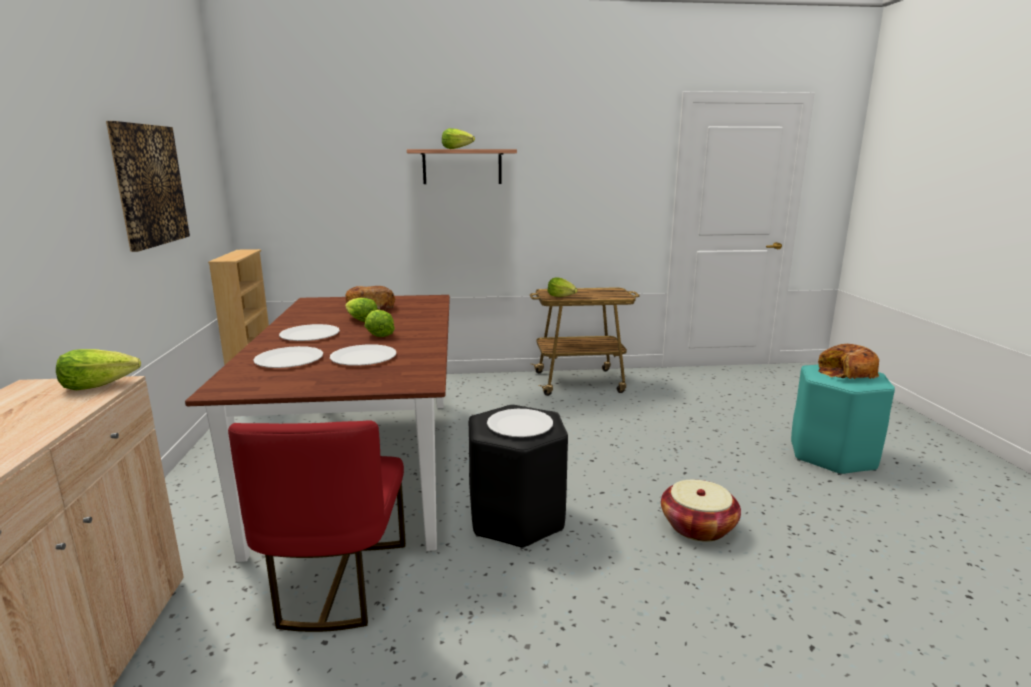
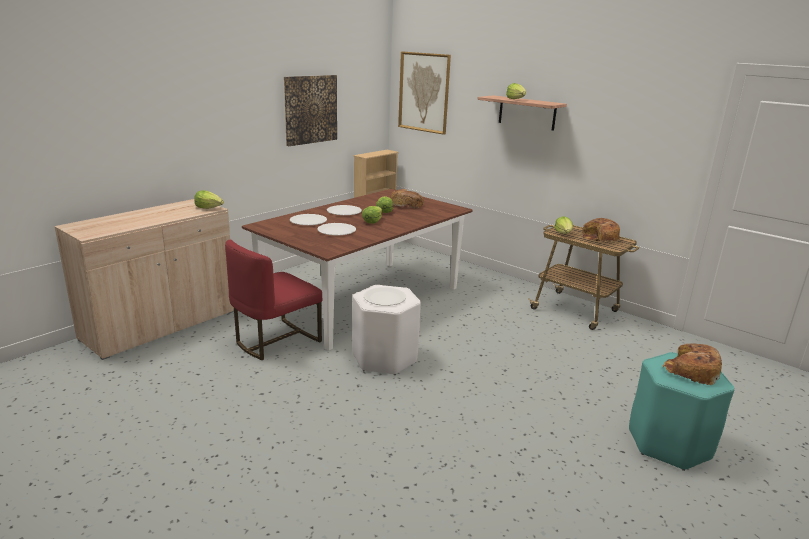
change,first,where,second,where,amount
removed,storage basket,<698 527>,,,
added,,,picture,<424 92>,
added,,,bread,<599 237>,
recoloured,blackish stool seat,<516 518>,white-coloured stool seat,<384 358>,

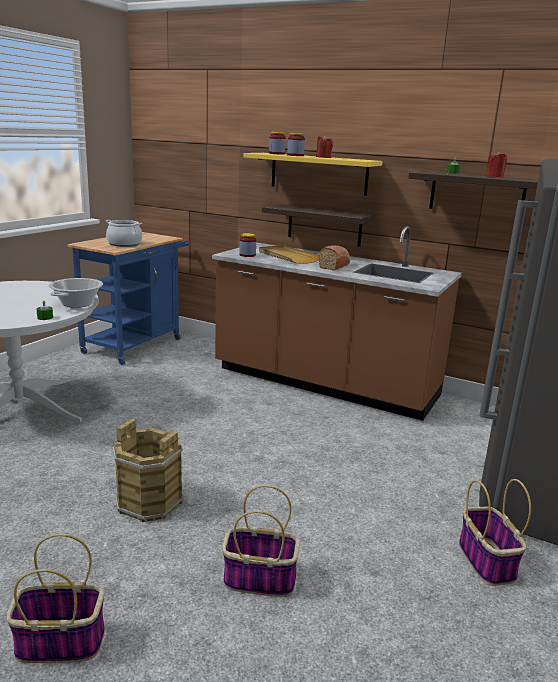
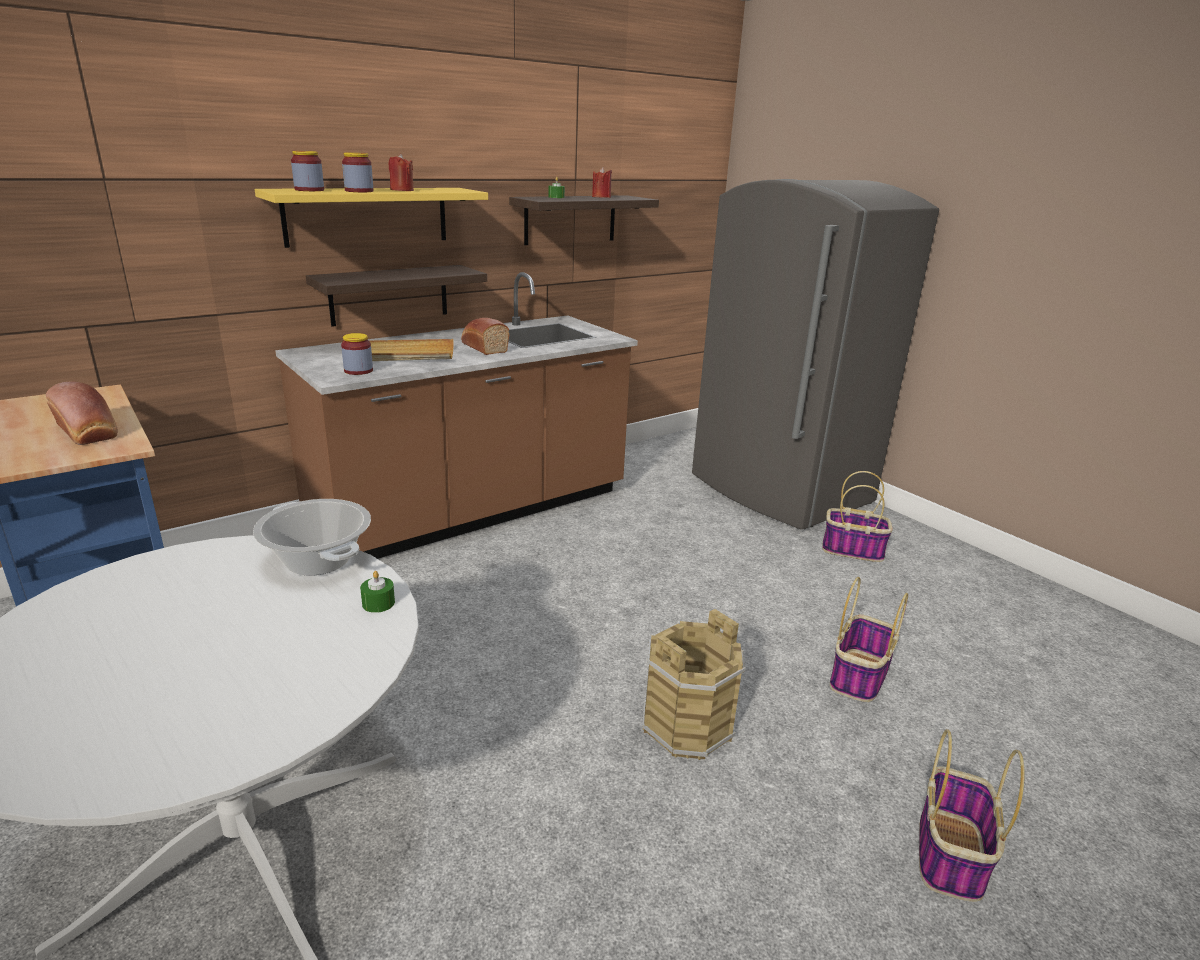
change,first,where,second,where,amount
replaced,cooking pot,<124 244>,bread,<88 432>,

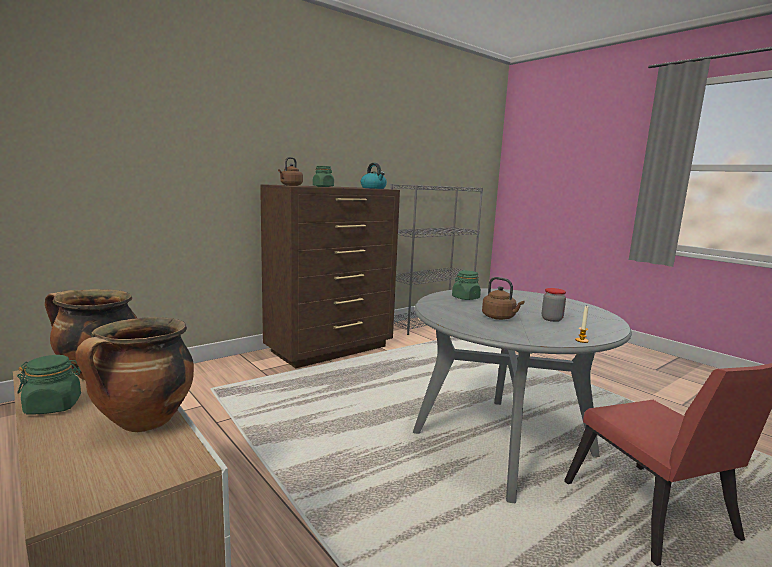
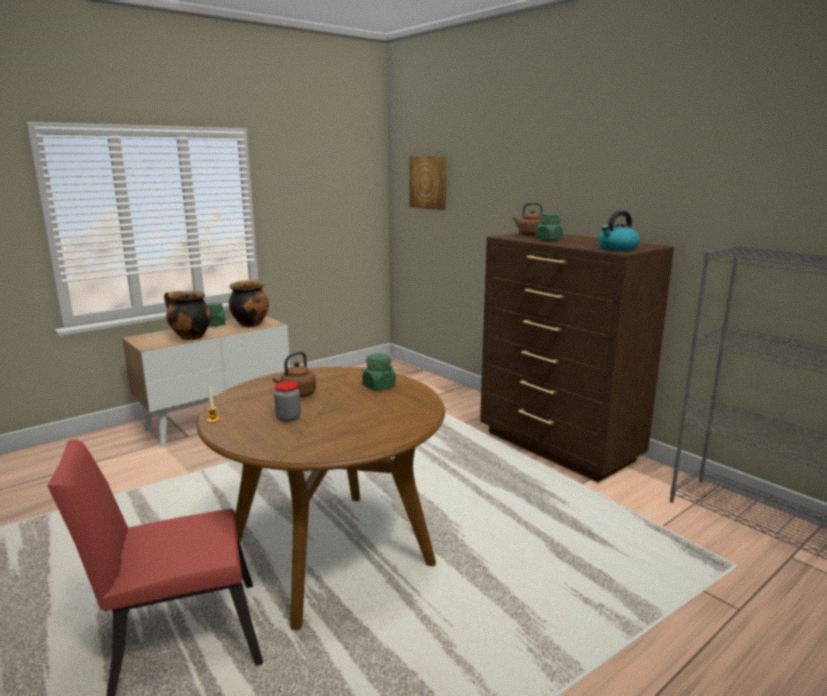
change,first,where,second,where,amount
added,,,picture,<429 182>,
recoloured,greyish dinner table,<502 443>,brown dinner table,<331 553>,

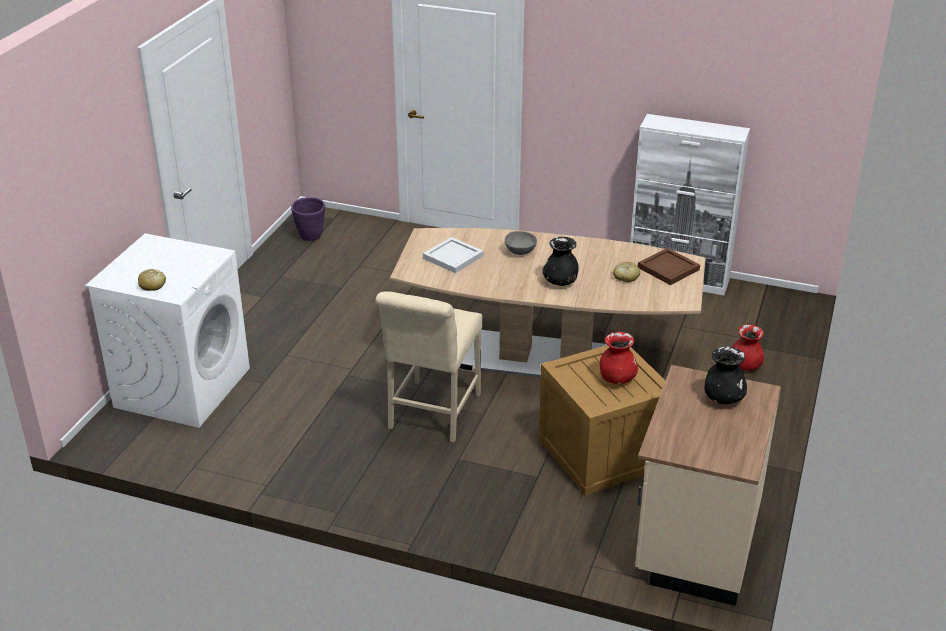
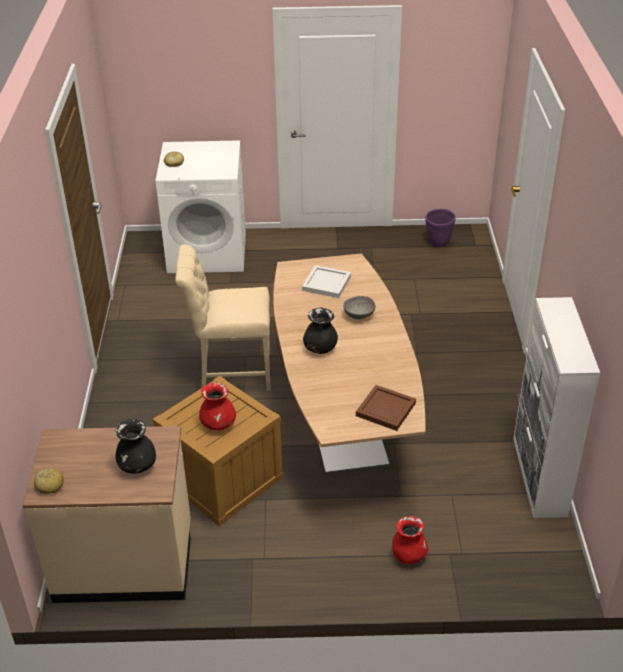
change,first,where,second,where,amount
moved,bread,<626 277>,,<50 485>,

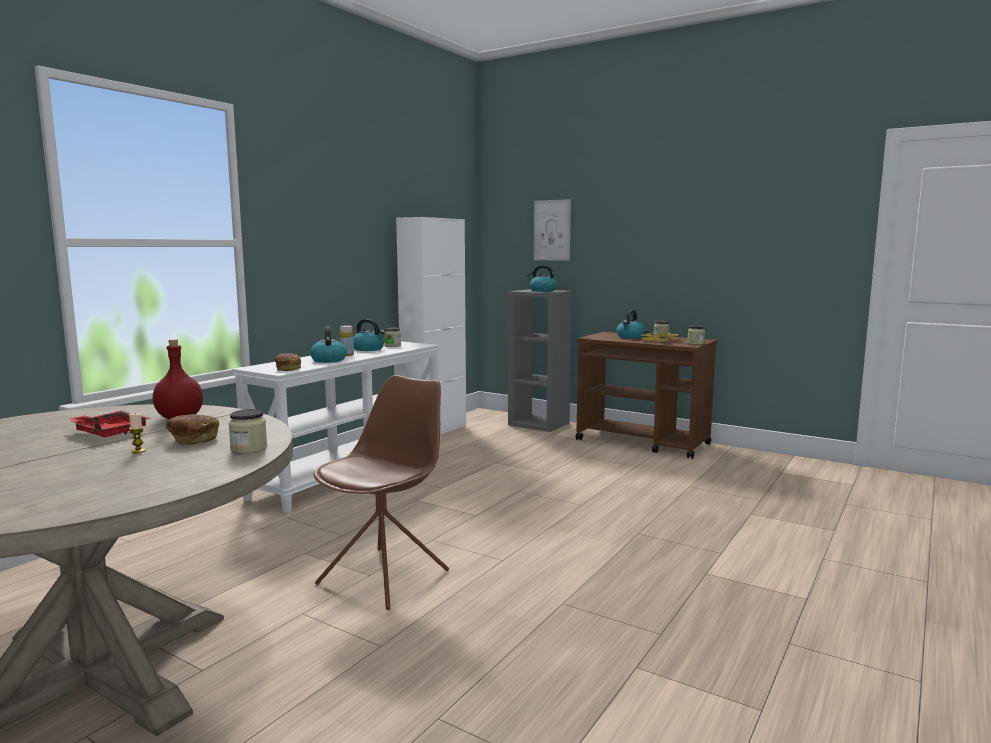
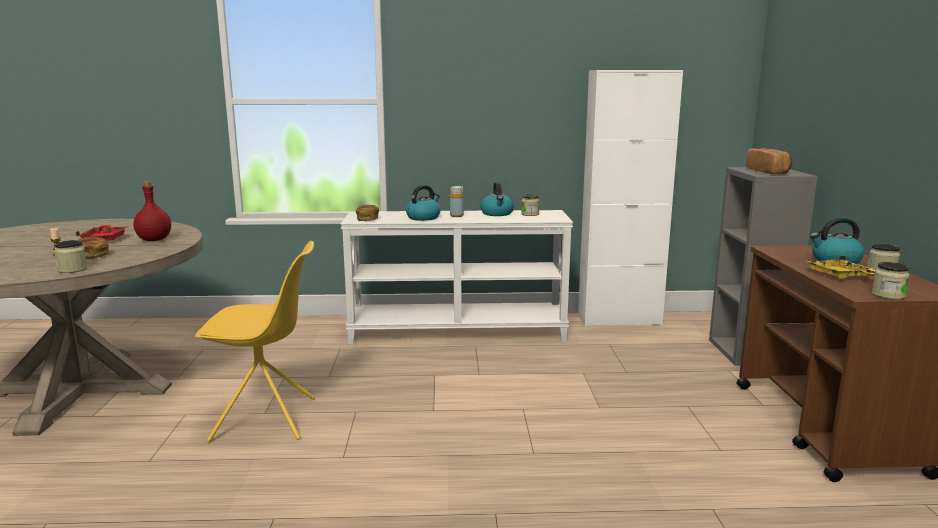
change,first,where,second,where,amount
removed,picture,<552 230>,,,
replaced,water kettle,<542 291>,bread,<768 171>,
recoloured,brown plain chair,<385 576>,yellow-coloured plain chair,<267 419>,

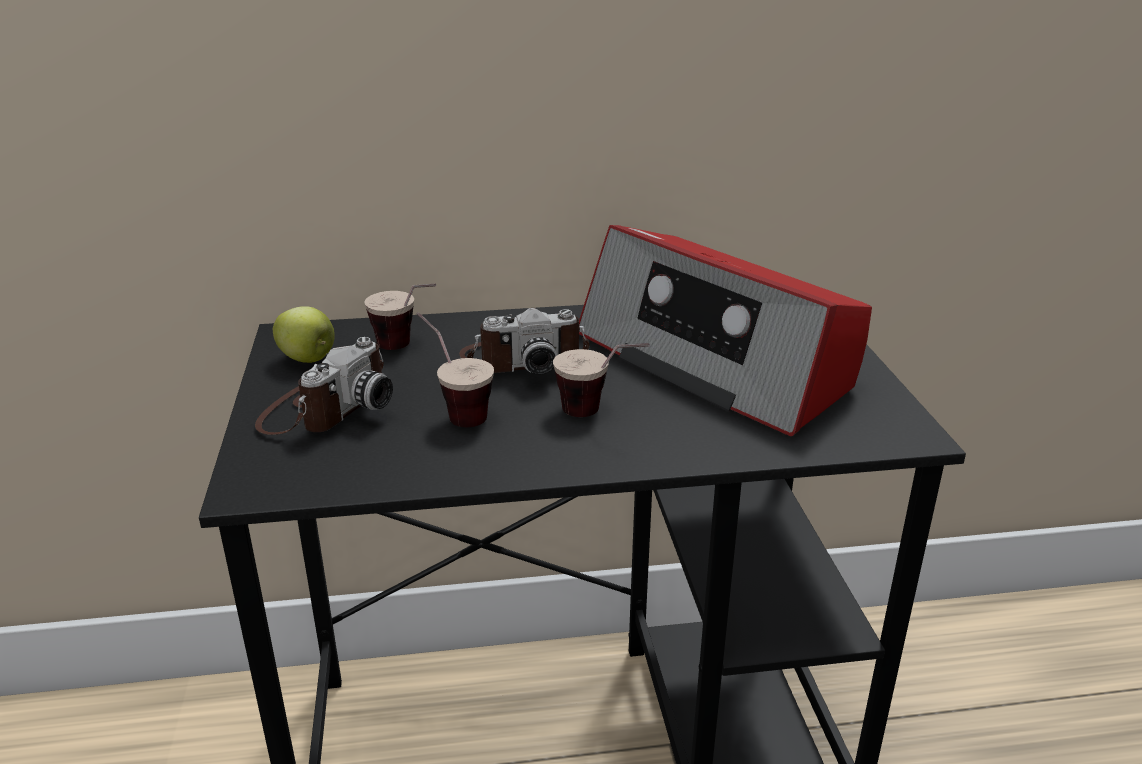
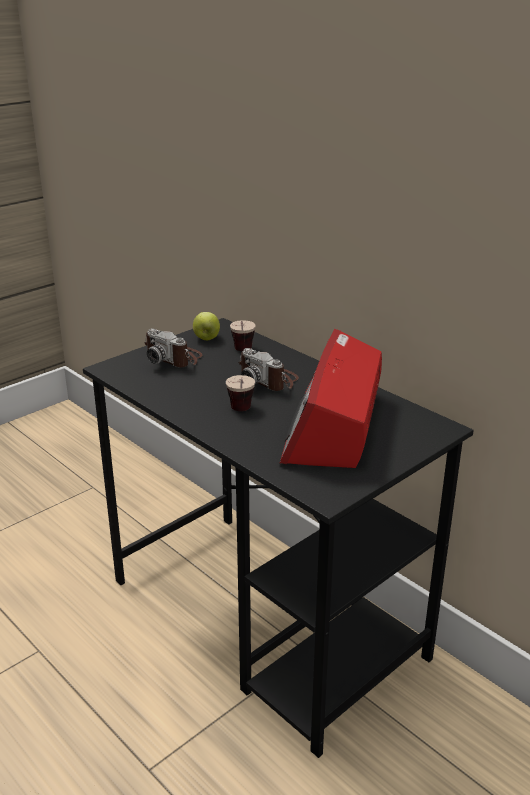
change,first,where,second,where,amount
removed,cup,<454 410>,,,
turned,still camera,<325 408>,,<174 357>,45 degrees clockwise

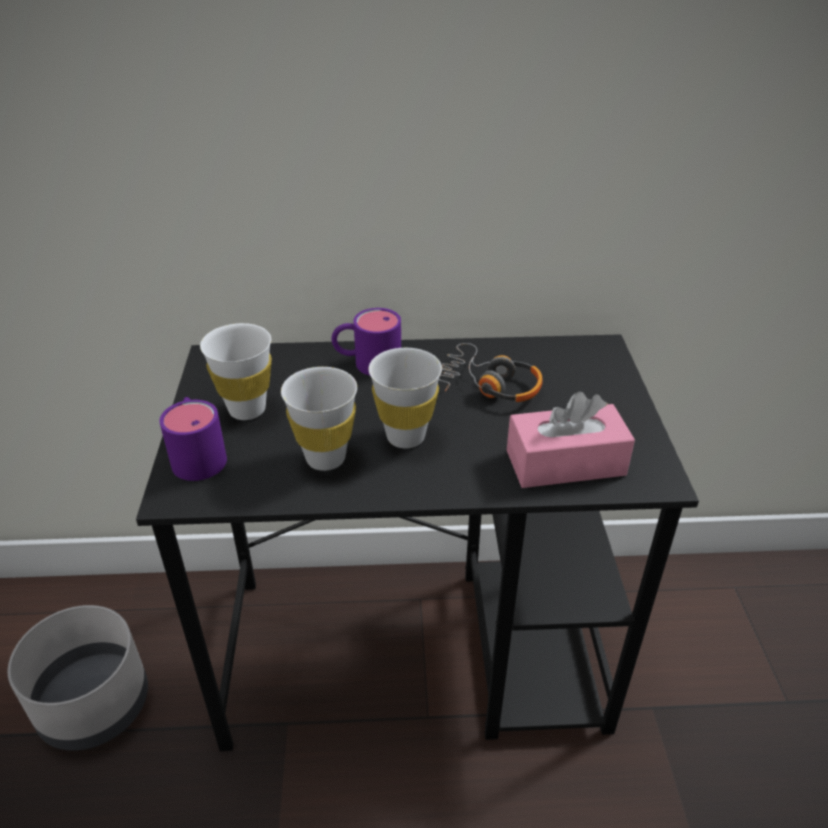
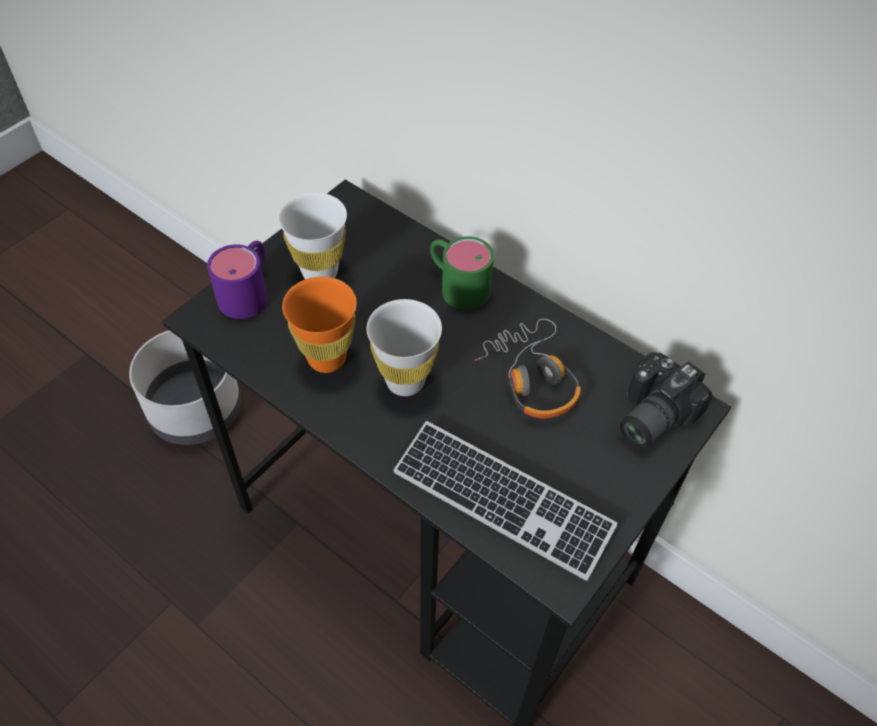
change,first,where,second,where,amount
added,,,still camera,<648 414>,
replaced,pink tissue holder,<565 463>,keyboard,<502 501>,
recoloured,white-coloured cup,<325 458>,orange-coloured cup,<327 358>,
recoloured,purple mug,<367 362>,green mug,<457 285>,

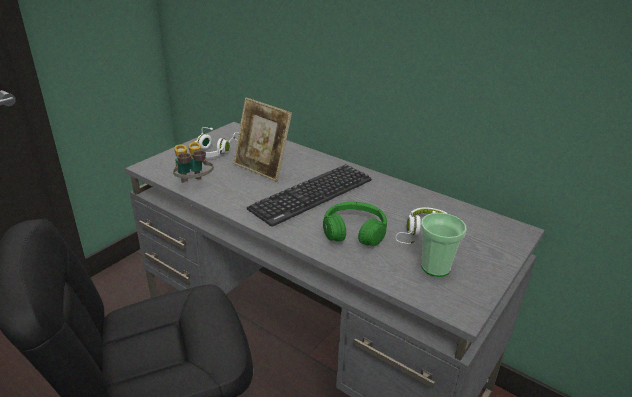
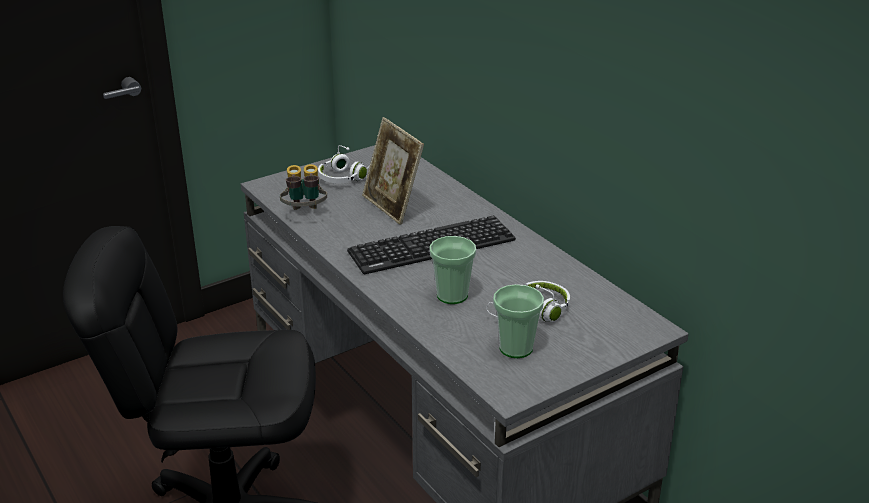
change,first,where,second,where,amount
replaced,green headphones,<354 232>,cup,<452 295>,

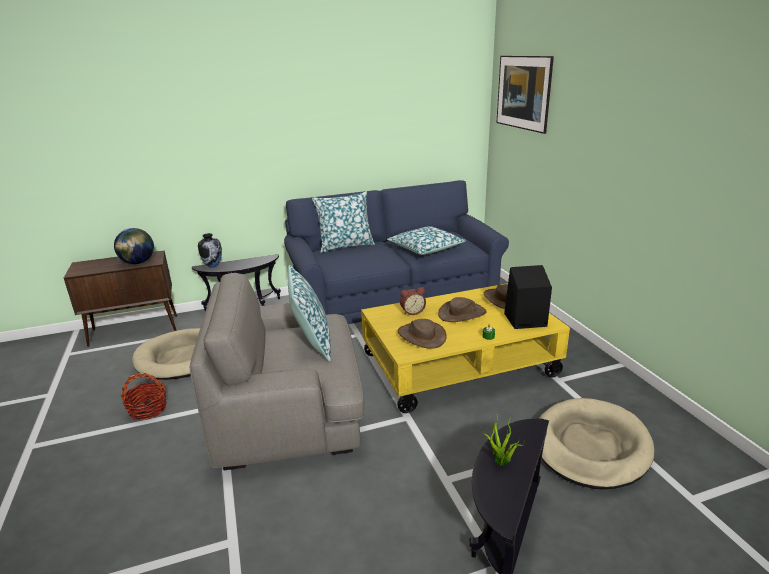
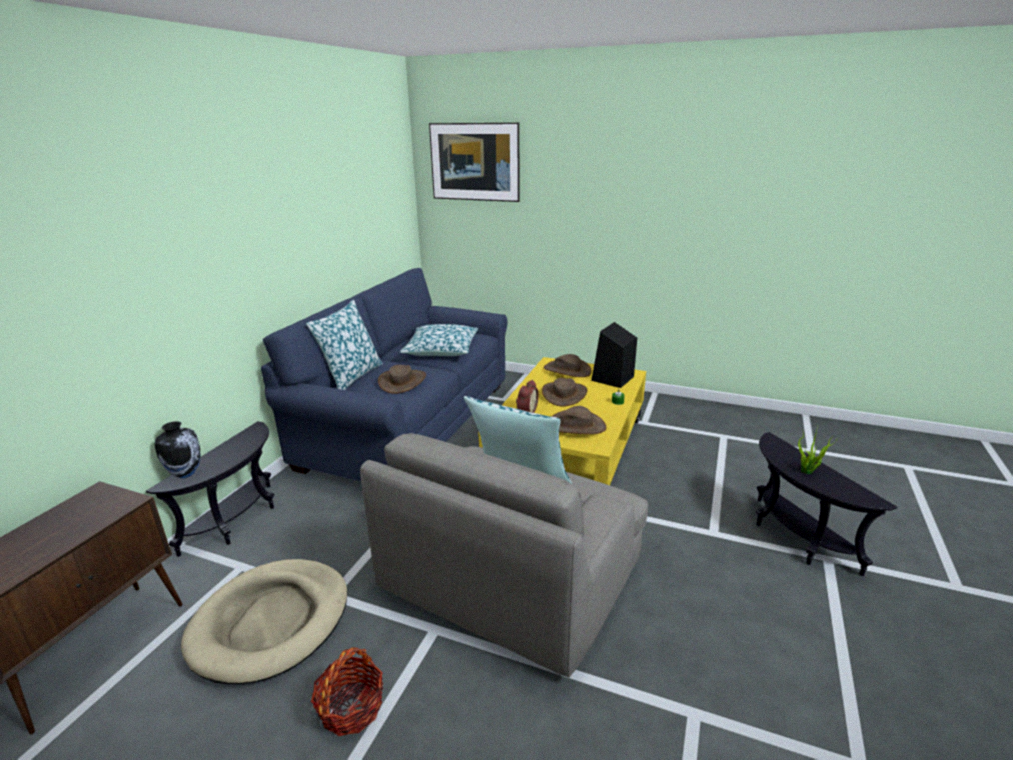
change,first,where,second,where,amount
removed,world globe,<138 262>,,,
removed,beige-coloured dog cushion,<590 446>,,,
added,,,brown hat,<402 382>,

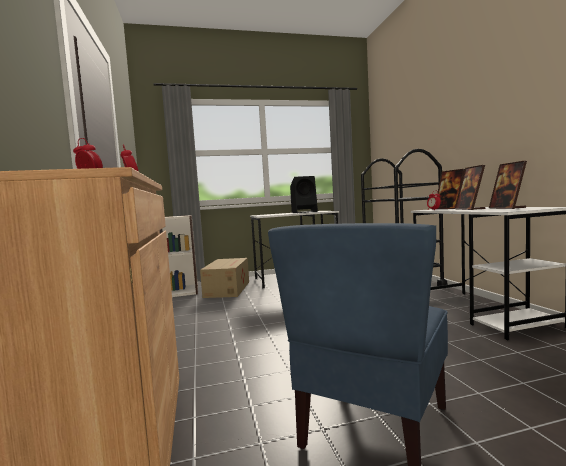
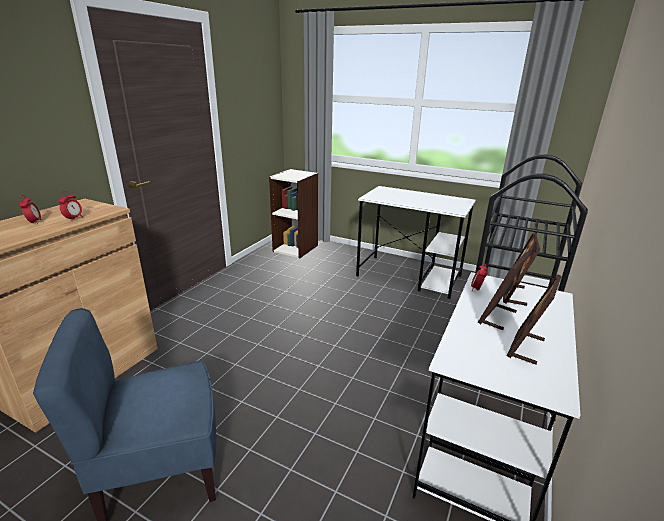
change,first,where,second,where,amount
removed,cardboard box,<228 289>,,,
removed,blackish loudspeaker,<305 212>,,,

